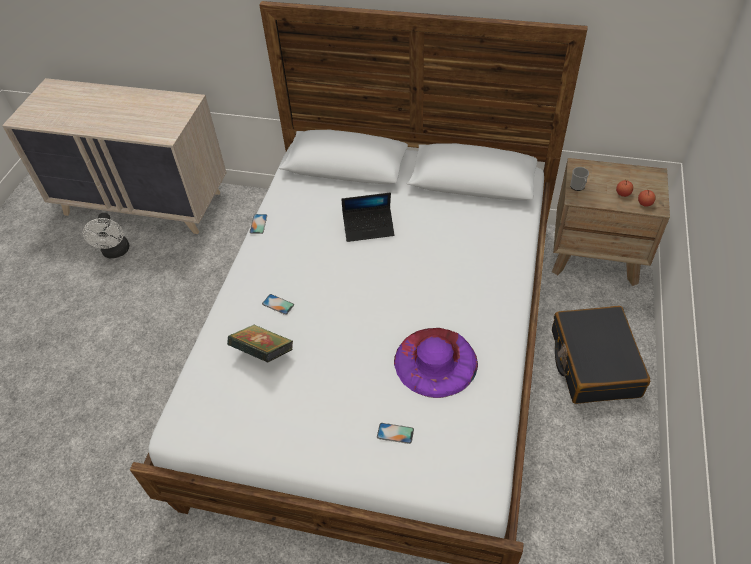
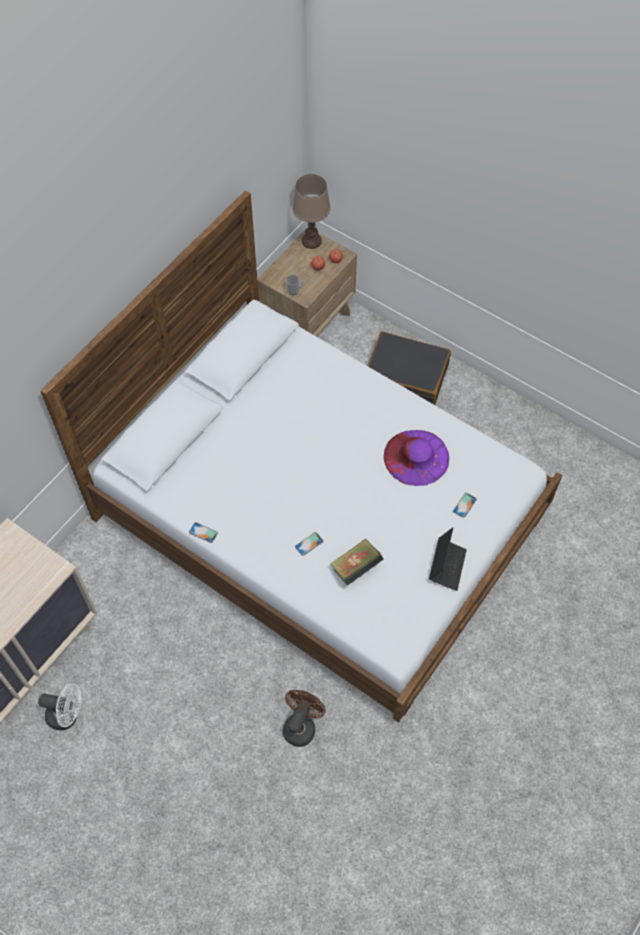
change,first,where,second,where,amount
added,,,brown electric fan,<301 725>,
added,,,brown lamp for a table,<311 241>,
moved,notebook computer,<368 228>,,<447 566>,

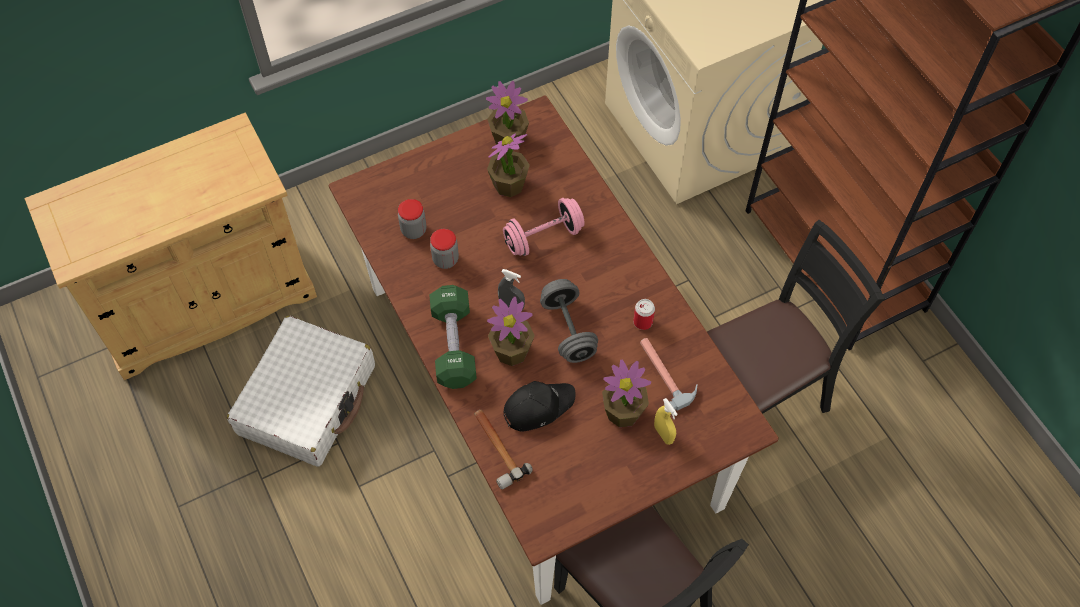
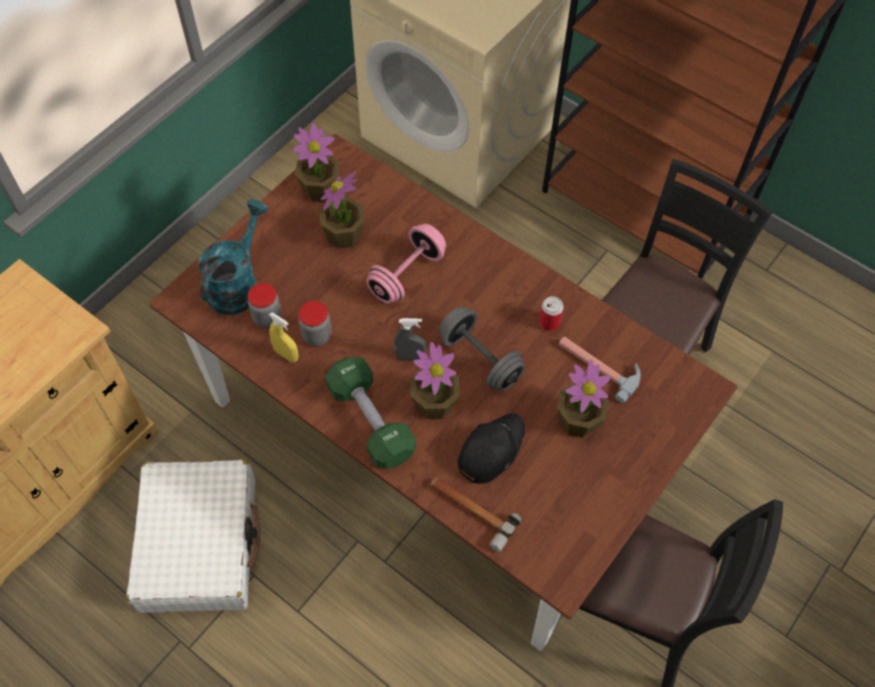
change,first,where,second,where,amount
added,,,turquoise-coloured watering pot,<237 283>,
moved,yellow-coloured sprayer,<663 434>,,<286 354>,

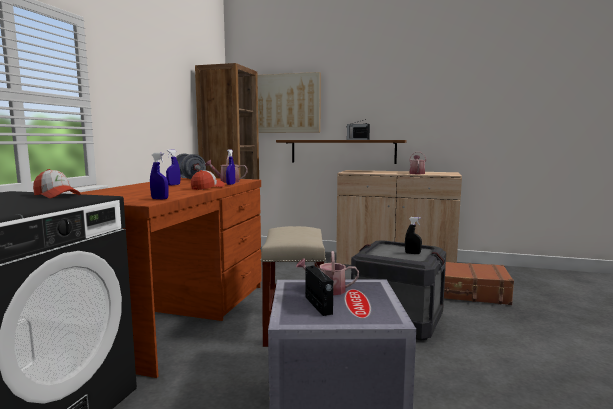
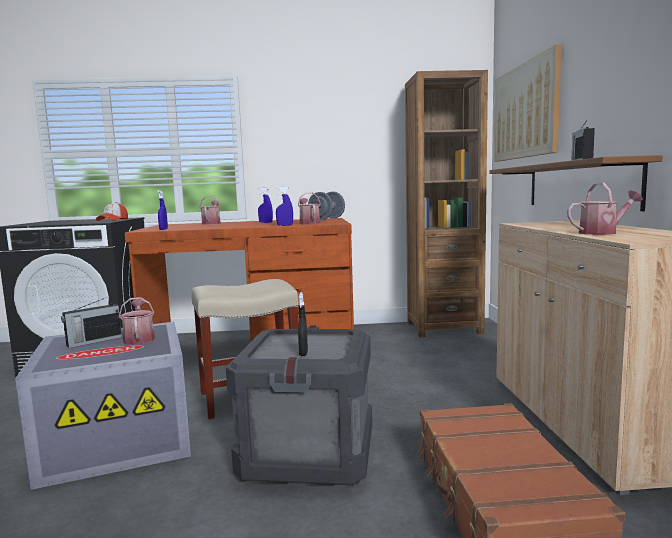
change,first,where,second,where,amount
removed,peaked cap,<207 187>,,,
added,,,watering pot,<212 223>,

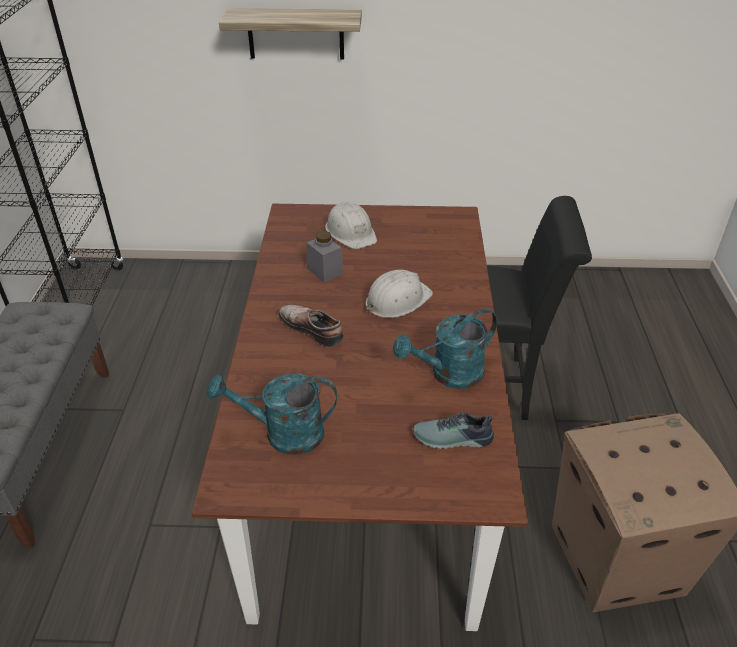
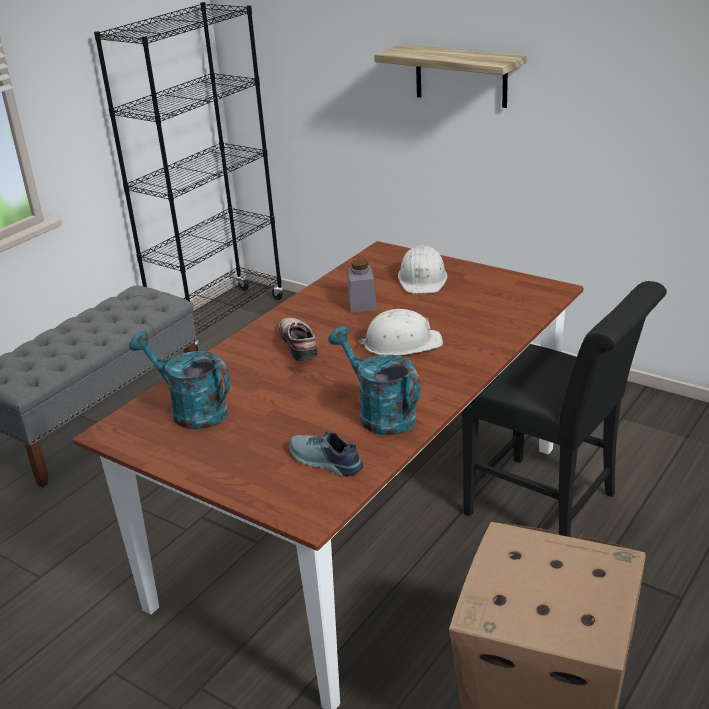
change,first,where,second,where,amount
turned,turquoise-coloured watering pot,<449 375>,,<379 414>,45 degrees clockwise

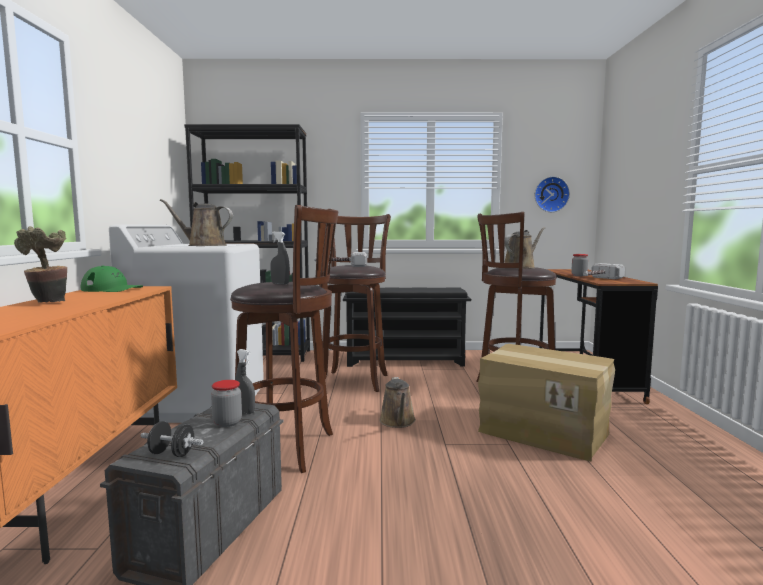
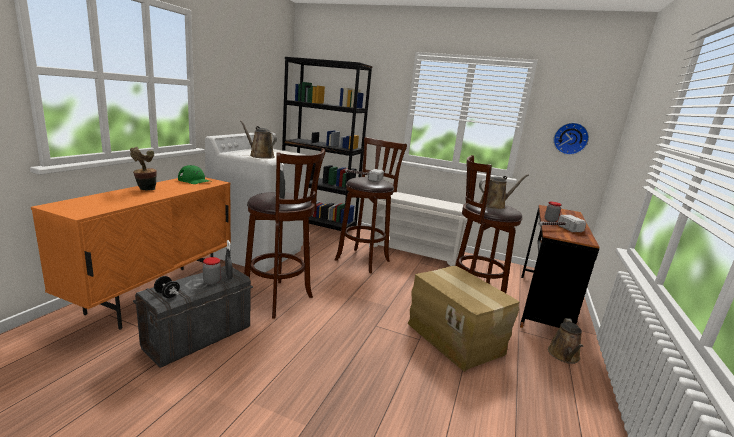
change,first,where,second,where,amount
moved,brown watering pot,<398 422>,,<564 356>,
recoloured,blackish shoe rack,<406 360>,white-coloured shoe rack,<415 252>,

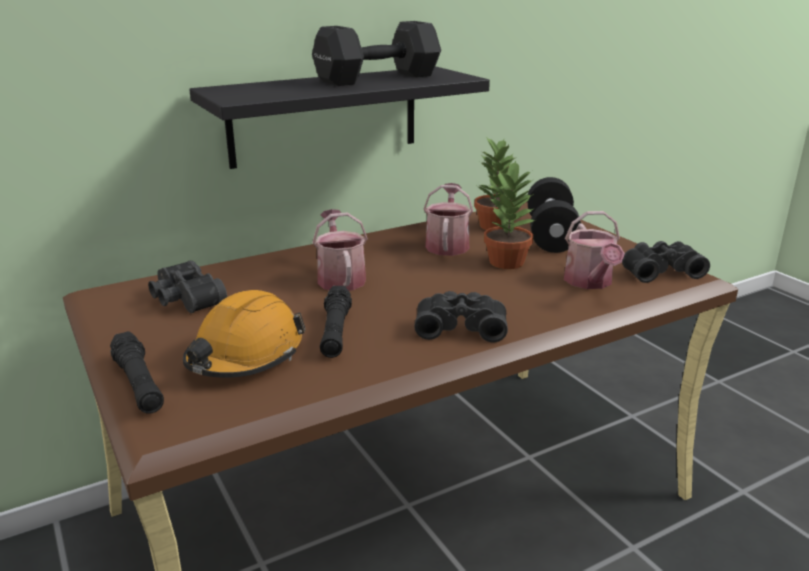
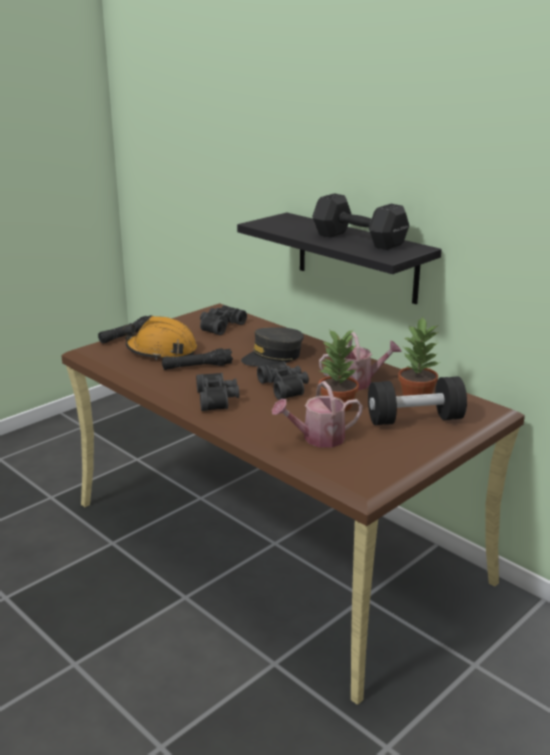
change,first,where,second,where,amount
moved,blackish pair of binoculars,<659 270>,,<285 387>,
replaced,watering pot,<340 278>,greyish peaked cap,<273 357>,

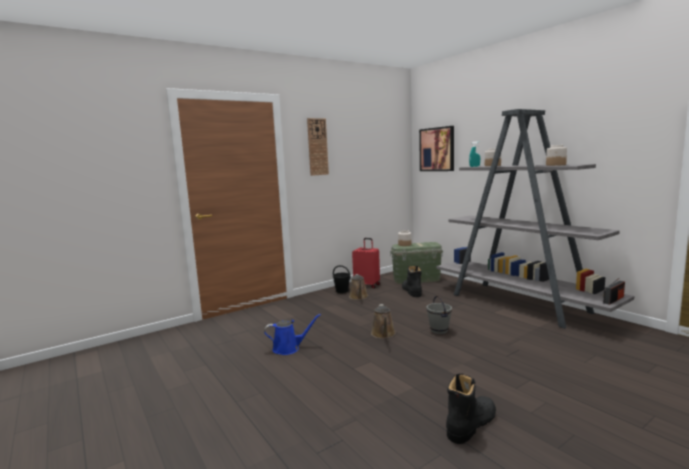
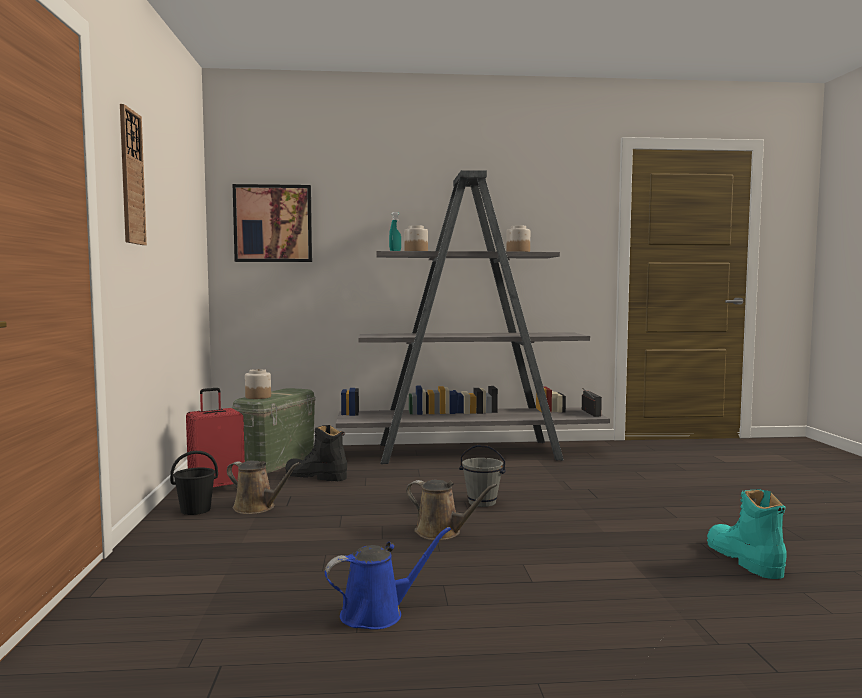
change,first,where,second,where,amount
recoloured,blackish tall boot,<470 424>,turquoise-coloured tall boot,<744 559>,
turned,blue-coloured watering pot,<289 348>,,<378 613>,45 degrees clockwise

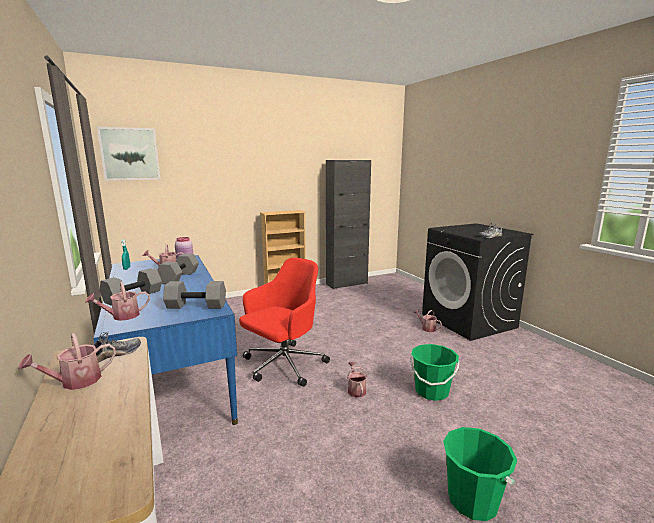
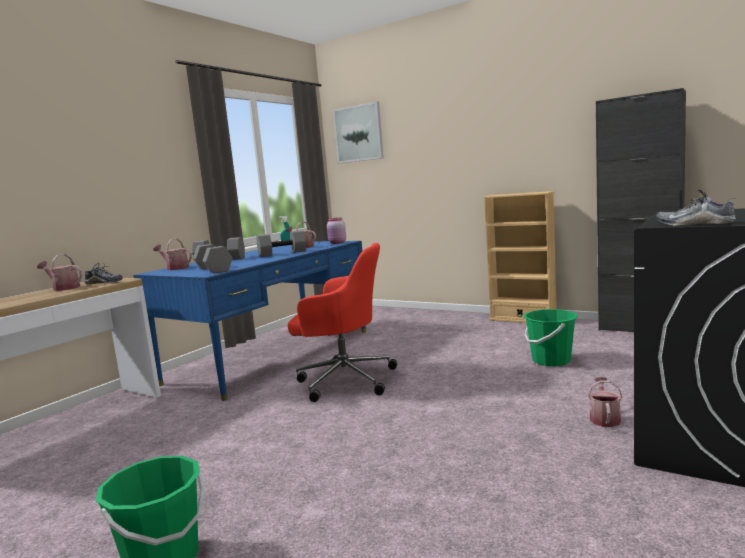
change,first,where,second,where,amount
removed,watering pot,<356 390>,,,
moved,green bucket,<431 391>,,<551 360>,

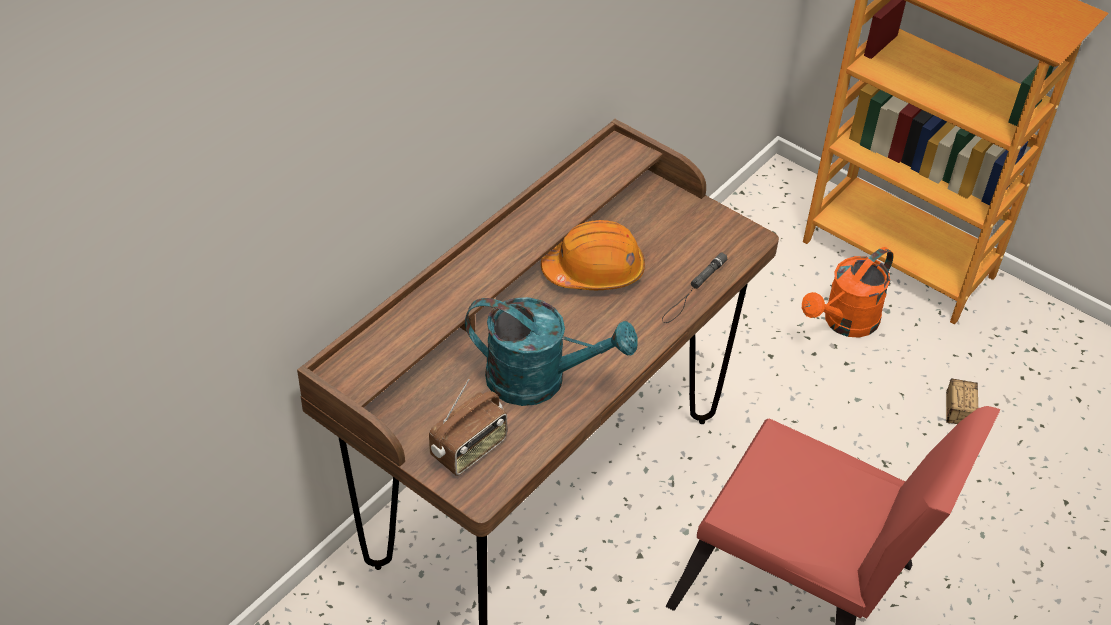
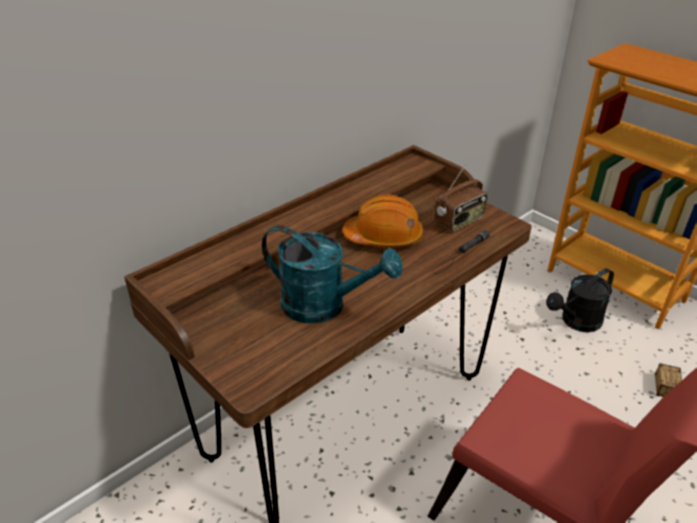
change,first,where,second,where,amount
moved,radio set,<469 450>,,<459 221>,
recoloured,orange-coloured watering pot,<844 323>,blackish watering pot,<576 322>,

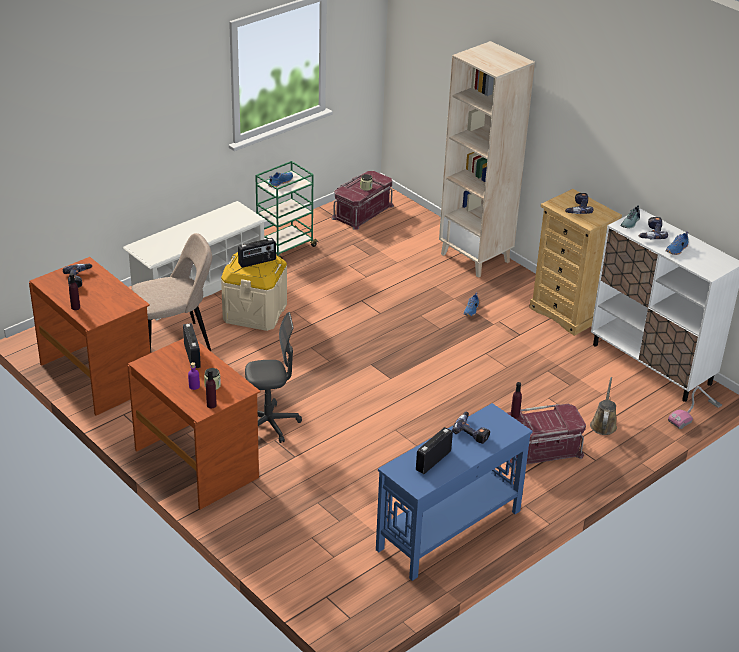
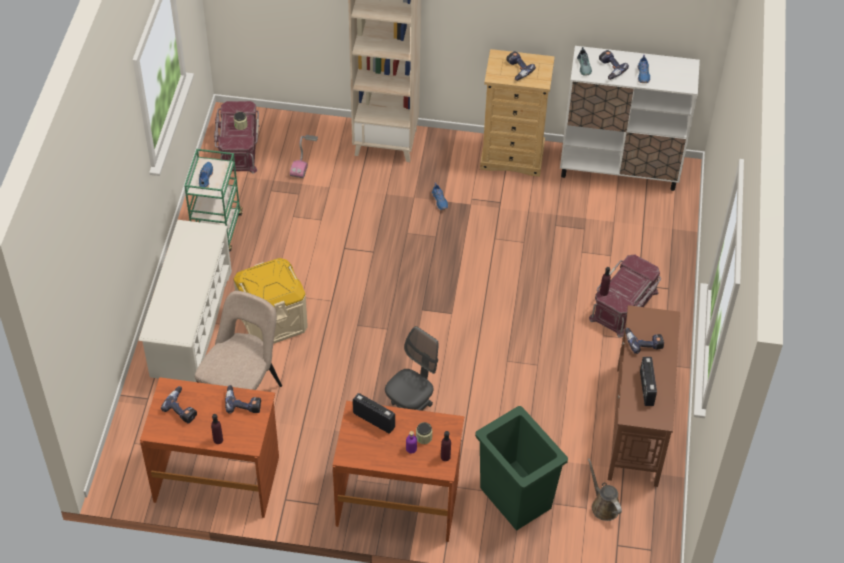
change,first,where,second,where,amount
removed,radio set,<257 262>,,,
added,,,drill,<243 403>,
added,,,green trash can,<515 497>,
moved,brown watering pot,<603 424>,,<603 505>,
moved,vacuum cleaner,<695 414>,,<304 157>,
recoloured,blue-coloured narrow table,<448 530>,brown narrow table,<636 425>,

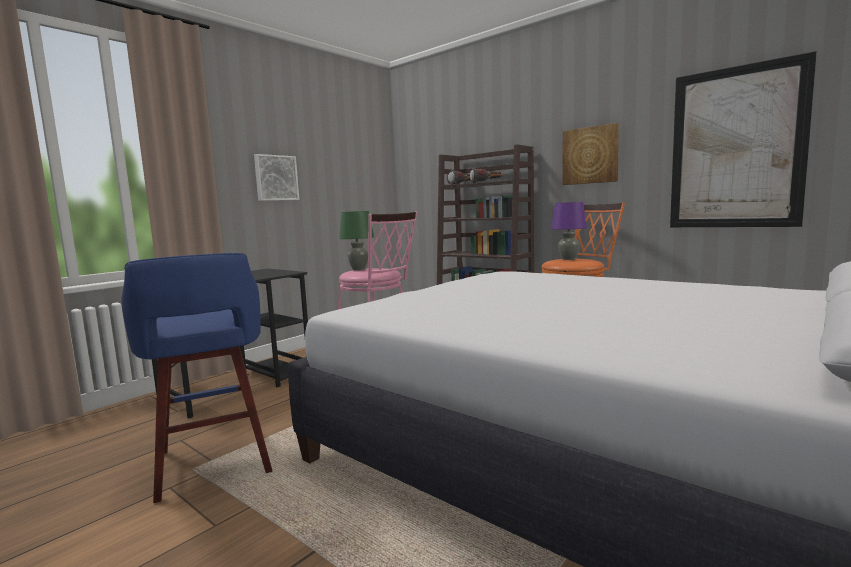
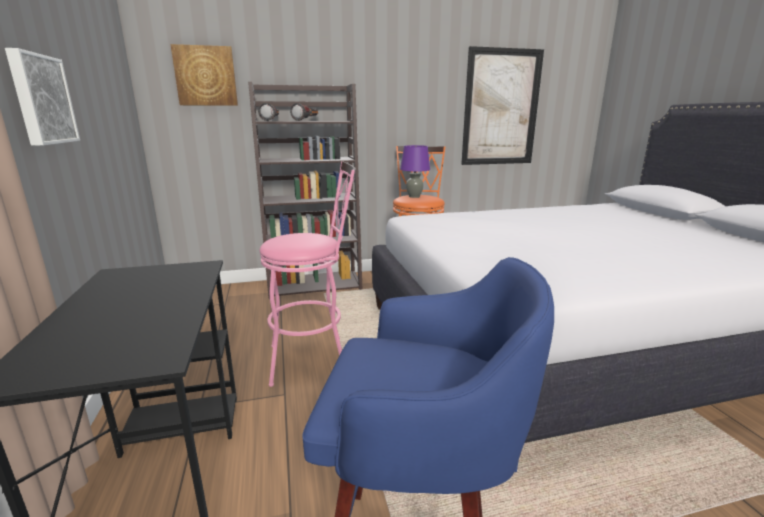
change,first,where,second,where,amount
removed,green lamp for a table,<358 269>,,,
moved,picture,<590 155>,,<206 76>,

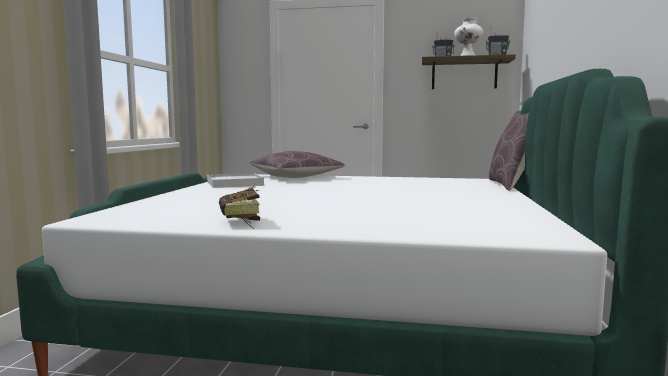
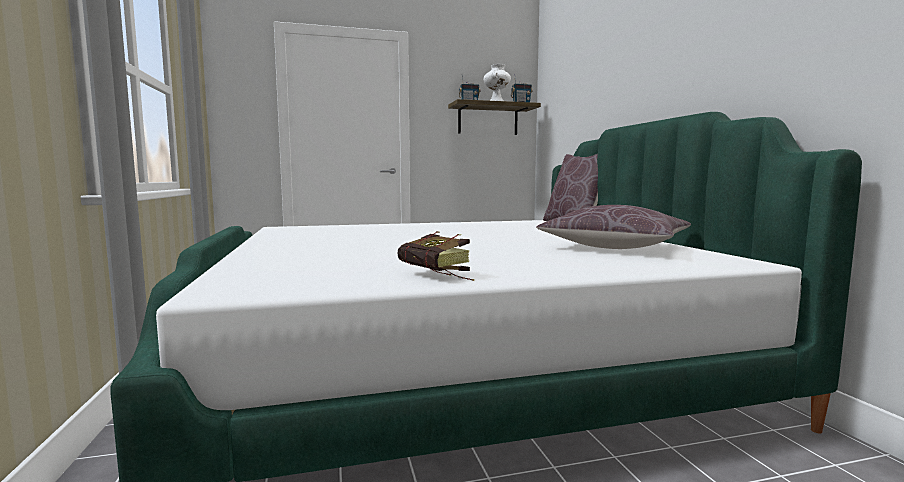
change,first,where,second,where,amount
removed,white-coloured tray,<235 183>,,,
moved,brown cushion,<295 177>,,<614 247>,

